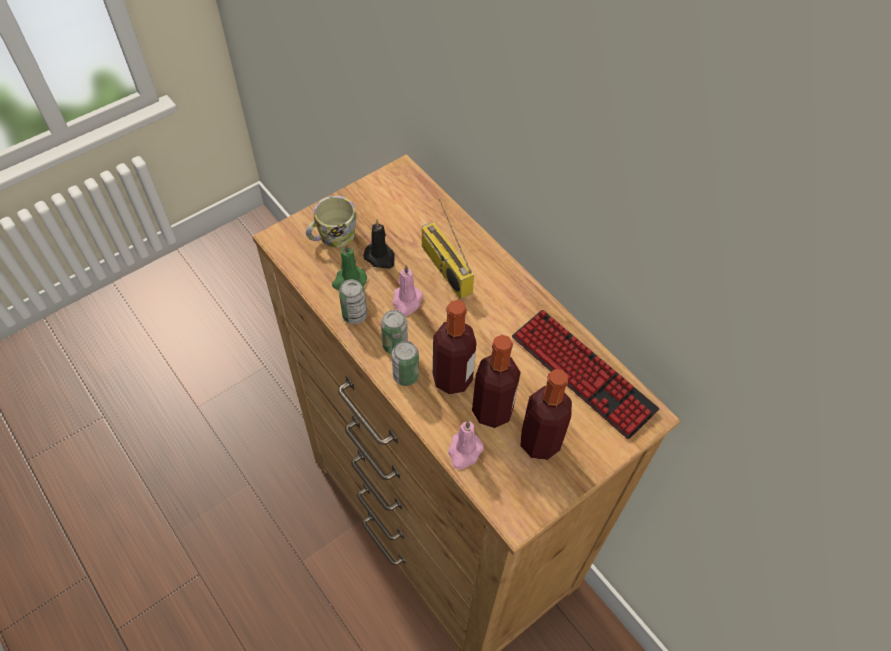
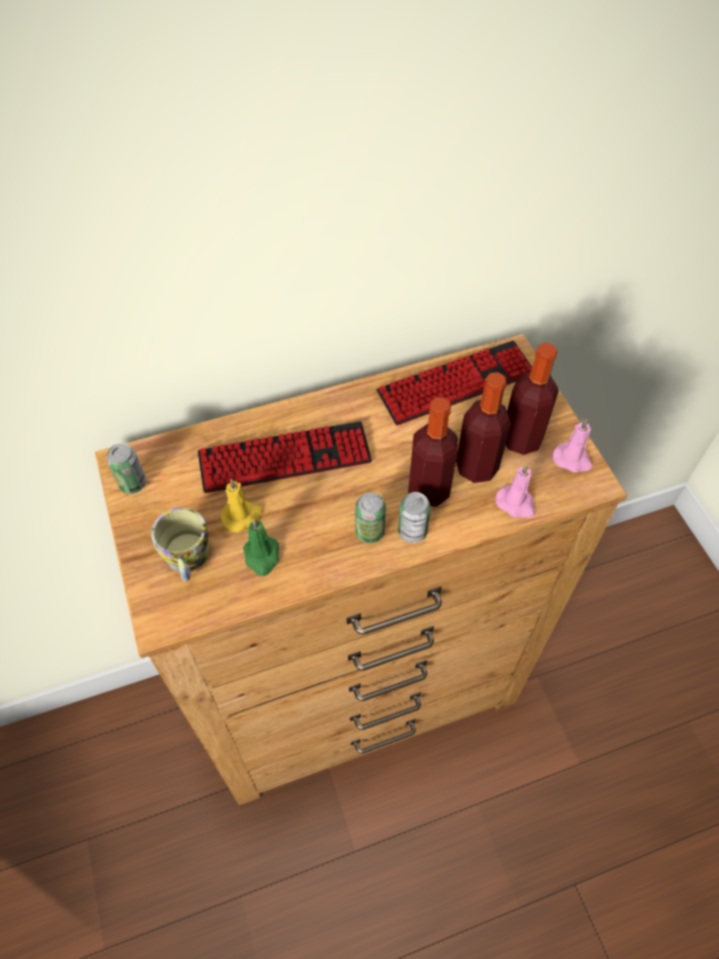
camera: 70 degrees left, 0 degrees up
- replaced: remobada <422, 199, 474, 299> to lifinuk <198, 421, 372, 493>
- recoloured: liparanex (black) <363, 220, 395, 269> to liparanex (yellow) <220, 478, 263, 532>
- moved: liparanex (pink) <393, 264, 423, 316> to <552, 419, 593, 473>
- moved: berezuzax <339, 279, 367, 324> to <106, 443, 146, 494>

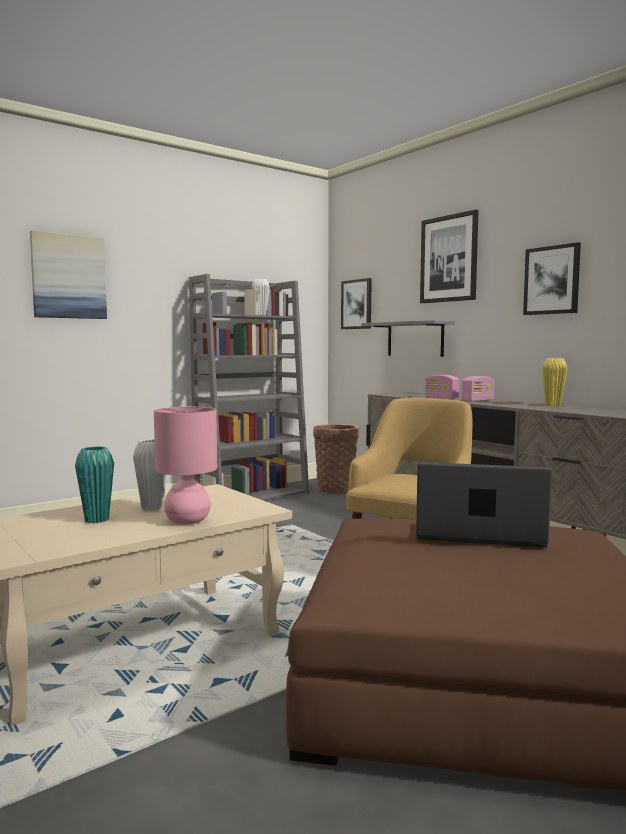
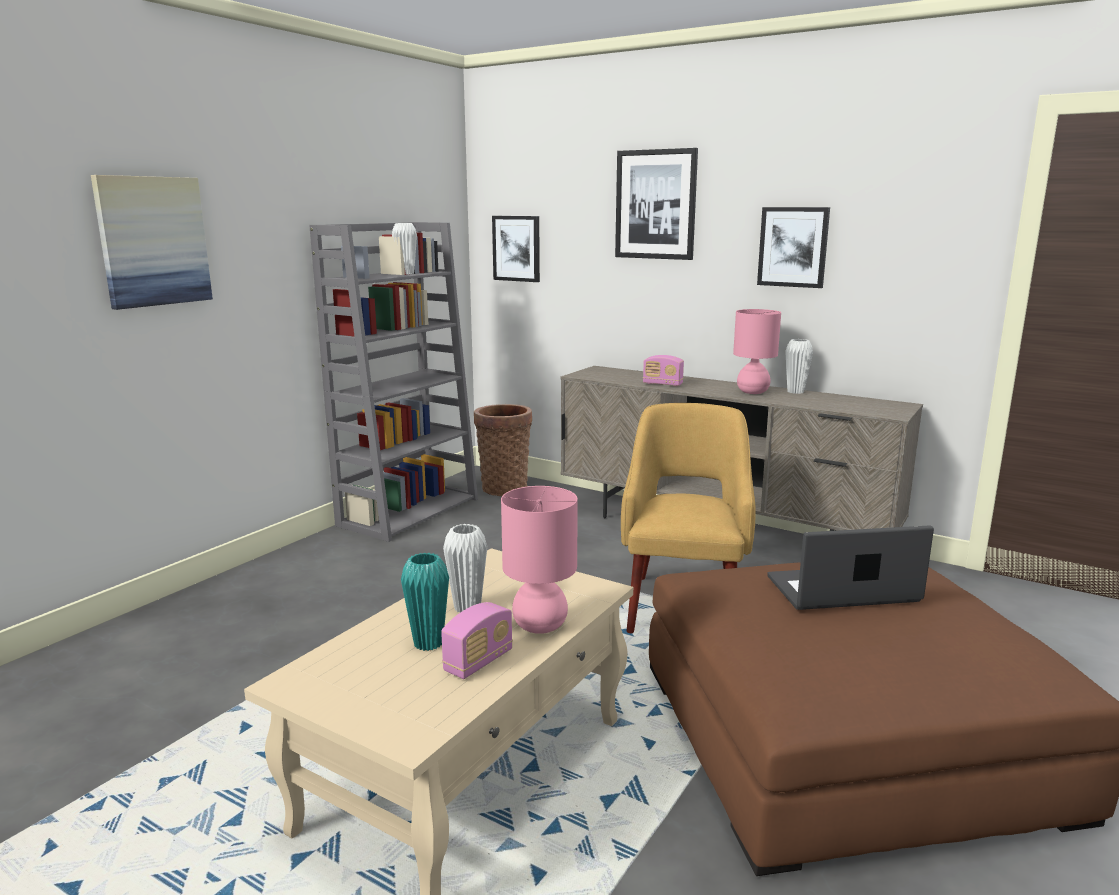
camera: 20 degrees left, 10 degrees up
- removed: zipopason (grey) <361, 320, 455, 357>
- recoloured: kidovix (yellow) <542, 358, 567, 406> to kidovix (white) <785, 339, 813, 394>
- moved: remobada <461, 376, 494, 402> to <441, 602, 513, 679>
- added: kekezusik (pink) <733, 309, 781, 394>

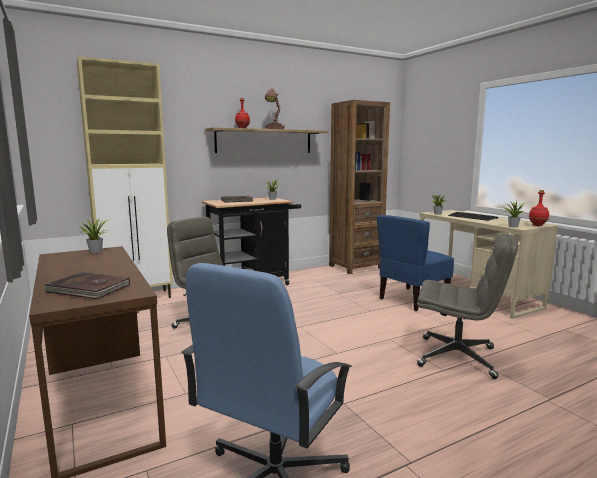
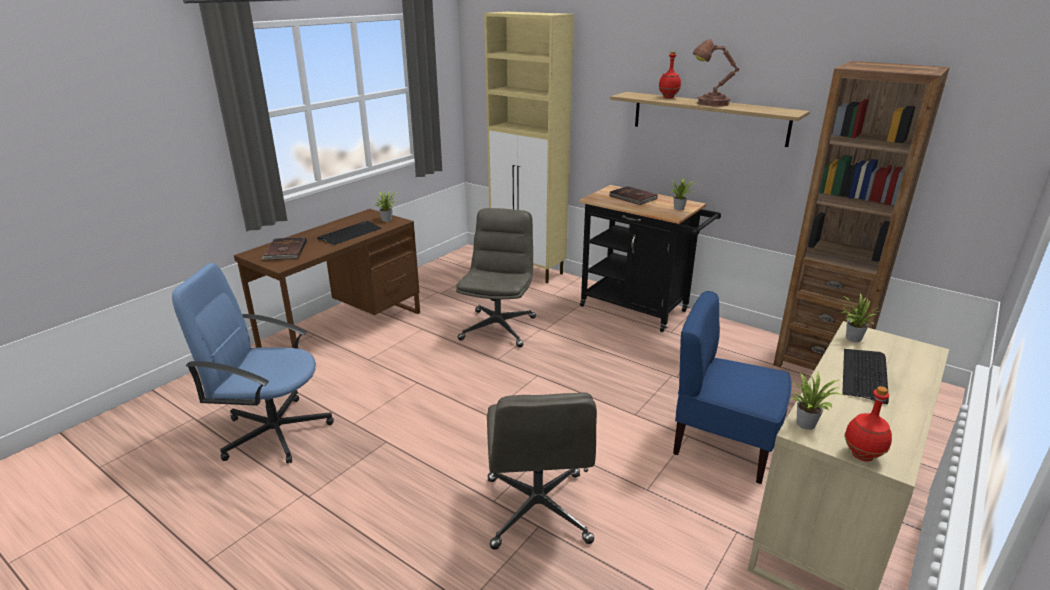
camera: 65 degrees right, 15 degrees up
- added: lifinuk <317, 221, 382, 245>

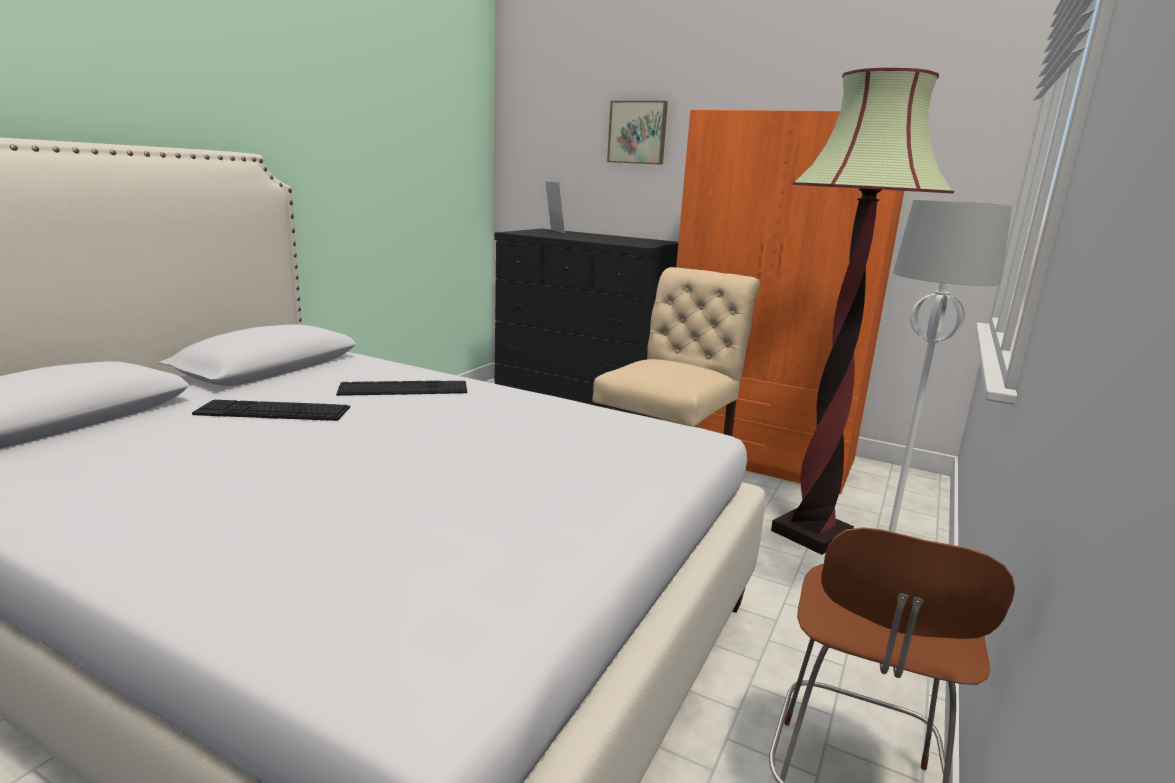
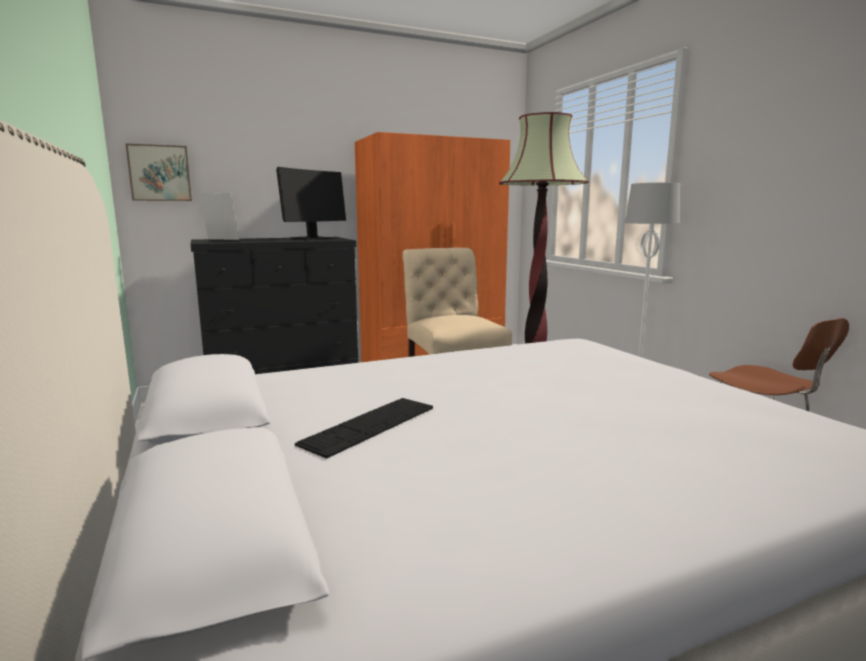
camera: 50 degrees left, 5 degrees down
- moved: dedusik <607, 101, 668, 165> to <126, 144, 192, 201>
- removed: lifinuk <336, 381, 467, 396>
- added: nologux <276, 167, 346, 241>

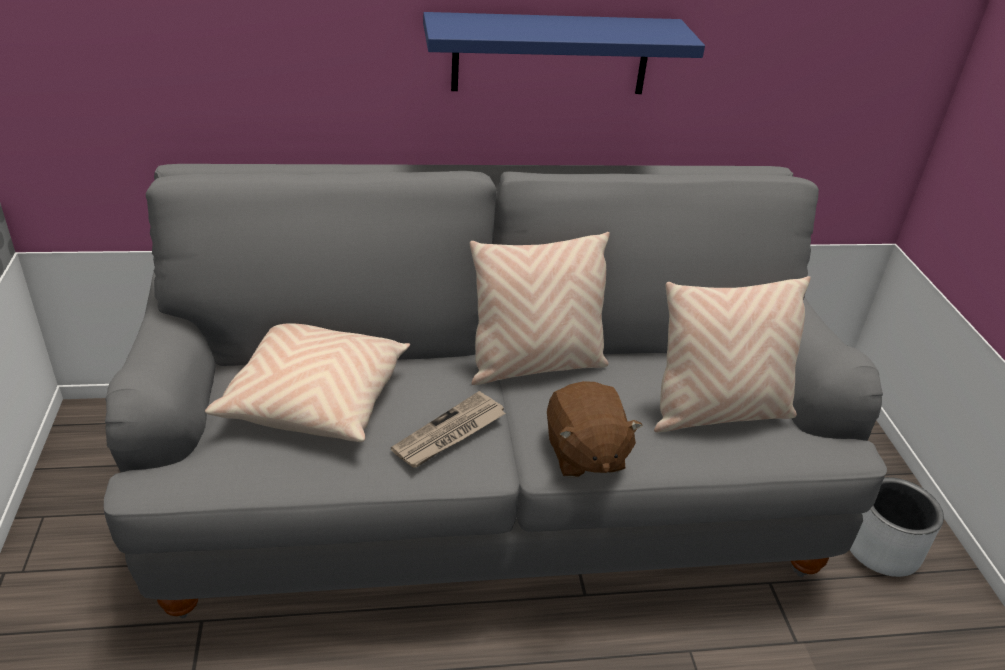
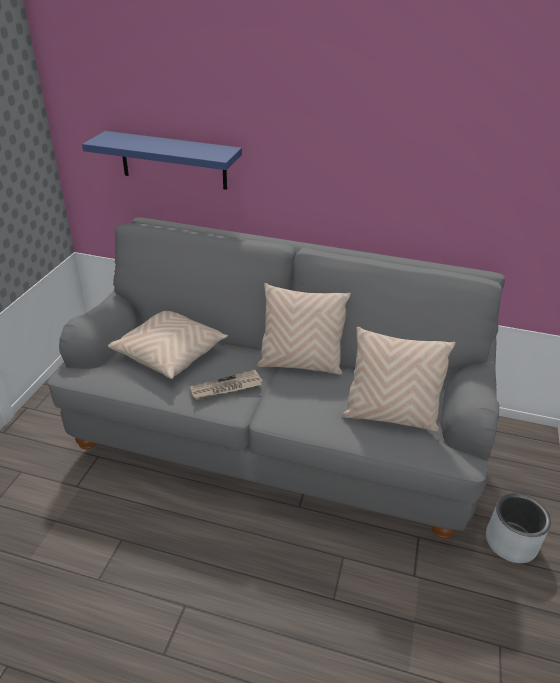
camera: 25 degrees right, 0 degrees up
- moved: zipopason (blue) <423, 12, 705, 94> to <82, 131, 242, 190>
- removed: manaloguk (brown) <547, 381, 643, 478>

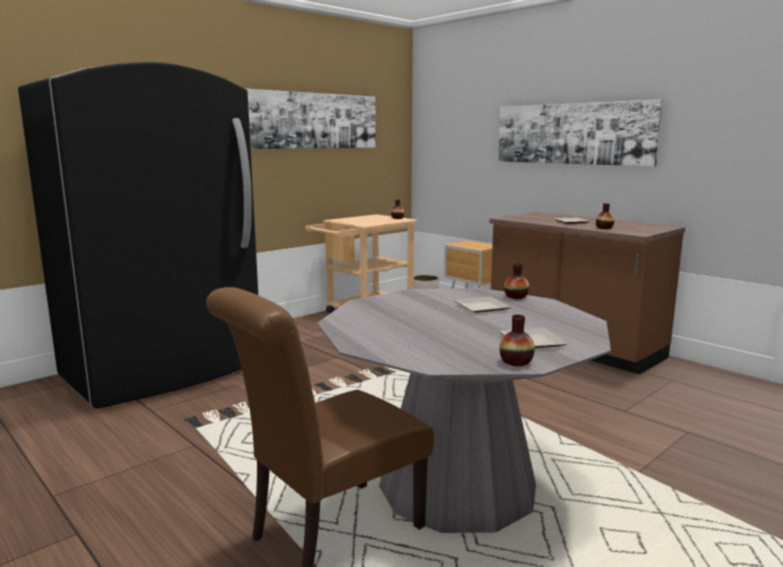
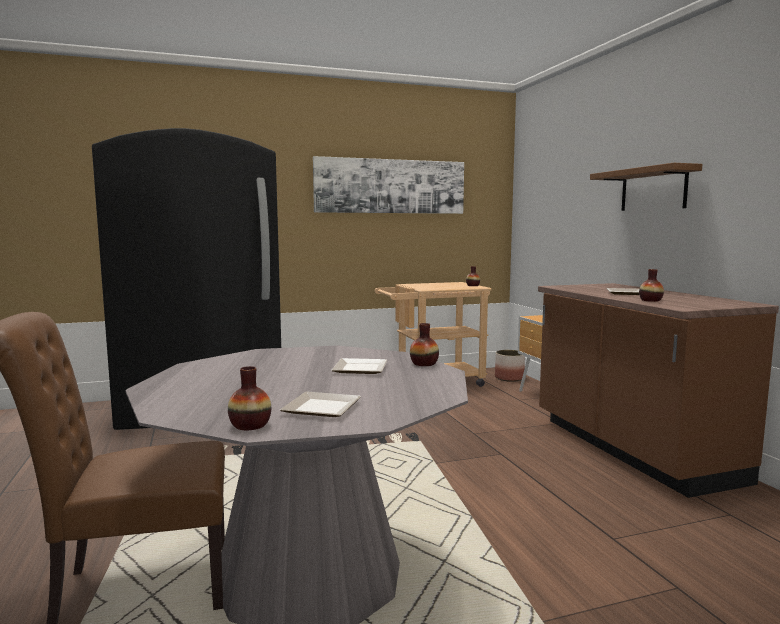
camera: 25 degrees right, 5 degrees down
- replaced: dedusik <498, 100, 663, 167> to zipopason (brown) <590, 163, 702, 211>

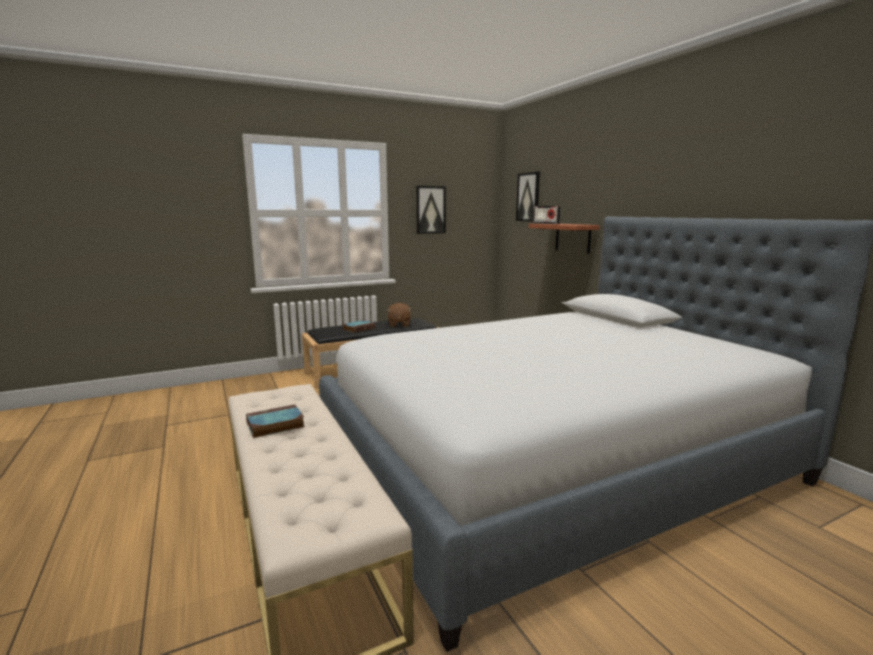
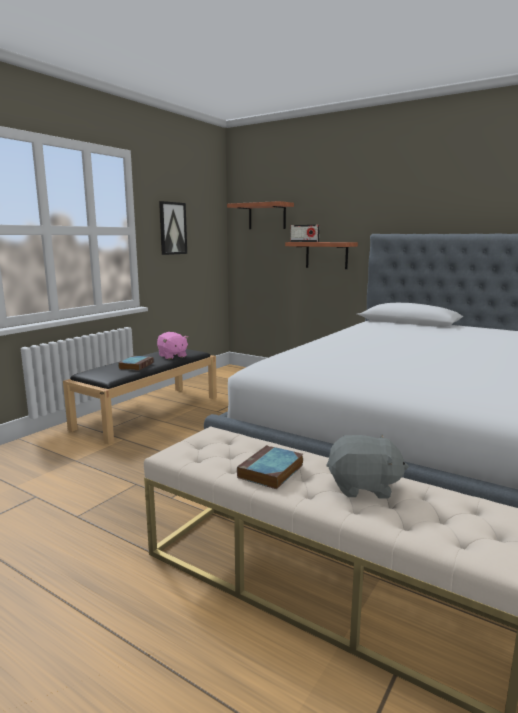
camera: 30 degrees left, 0 degrees up
- replaced: dedusik <516, 172, 540, 222> to zipopason <227, 201, 294, 229>
- recoloured: manaloguk (brown) <387, 303, 412, 327> to manaloguk (pink) <157, 332, 189, 359>
- added: manaloguk (grey) <326, 434, 409, 499>

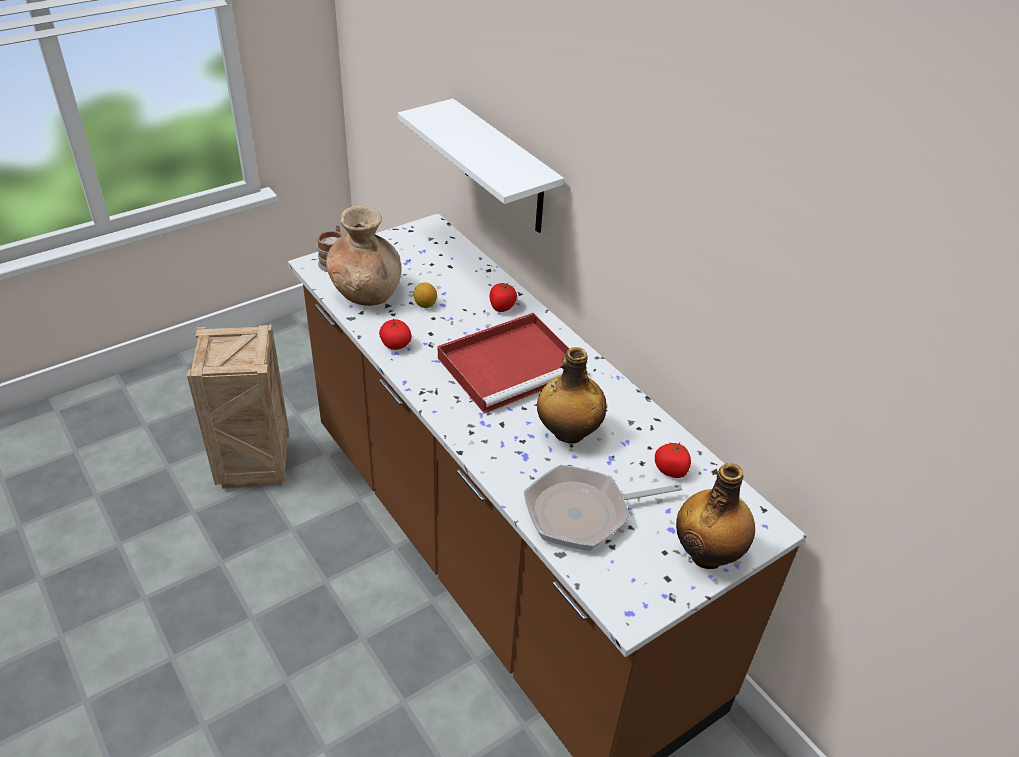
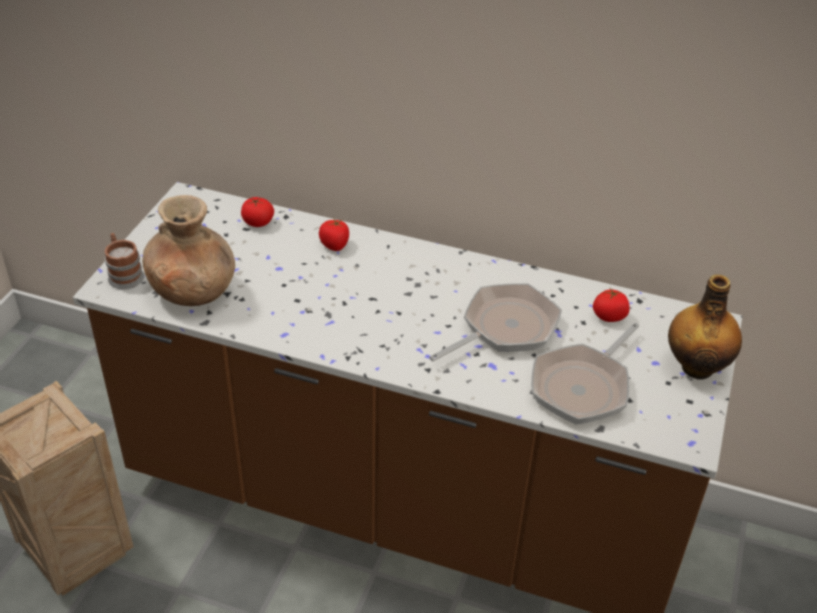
camera: 35 degrees left, 0 degrees up
- removed: zipopason (white) <398, 99, 564, 233>
- removed: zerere <414, 282, 437, 308>
- removed: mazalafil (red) <438, 313, 570, 414>
- moved: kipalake <379, 318, 412, 350> to <241, 197, 274, 227>
- replaced: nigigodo <537, 347, 607, 444> to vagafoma <429, 283, 562, 361>

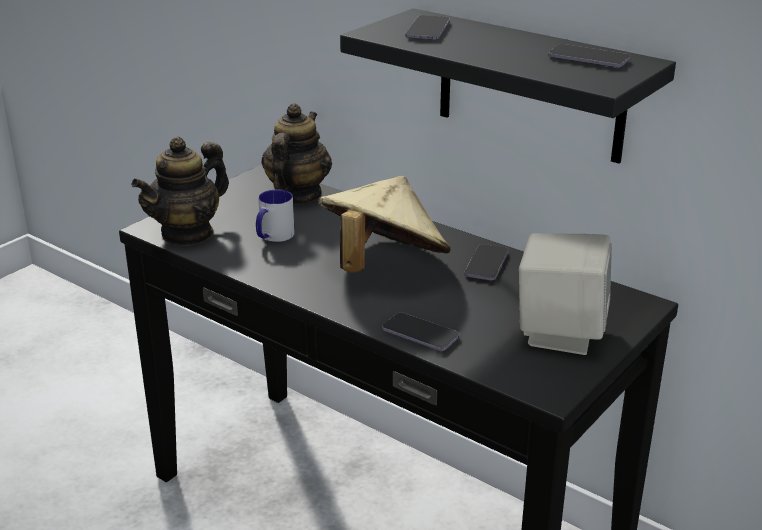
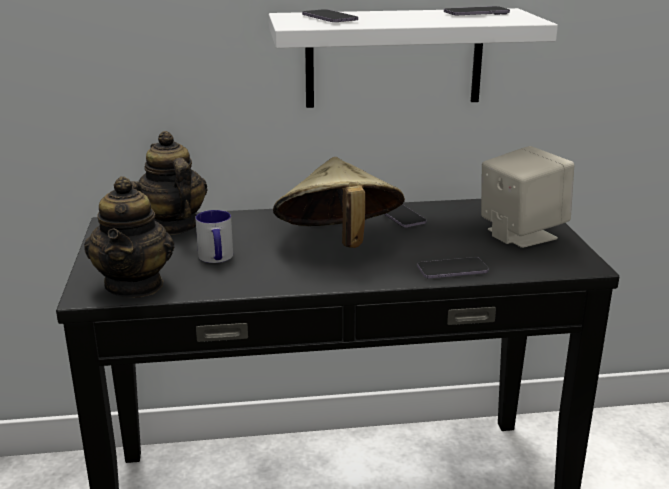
camera: 45 degrees left, 5 degrees down
- recoloured: zipopason (black) <340, 8, 676, 164> to zipopason (white) <269, 8, 558, 108>

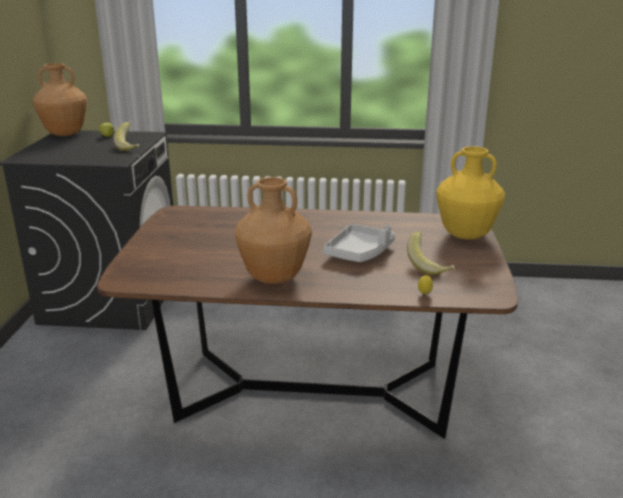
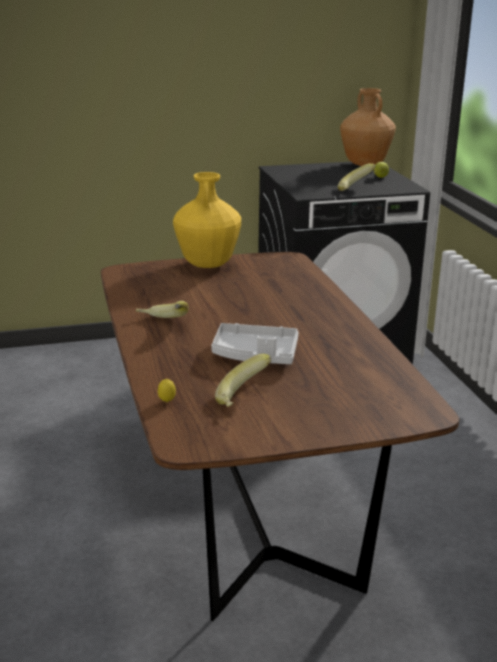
camera: 70 degrees right, 0 degrees up
- moved: kidovix (yellow) <436, 146, 505, 239> to <173, 172, 241, 268>
- replaced: kidovix (brown) <235, 177, 312, 284> to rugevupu <135, 301, 189, 318>

